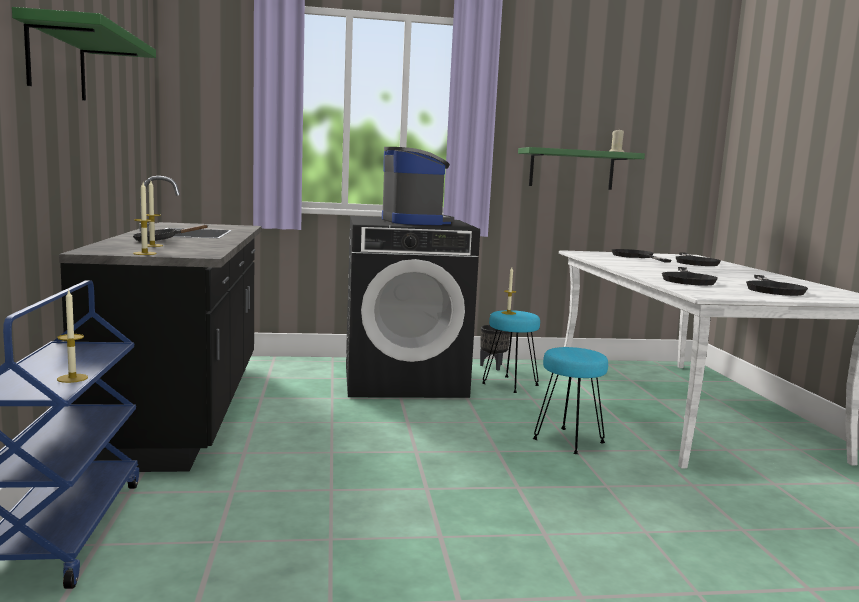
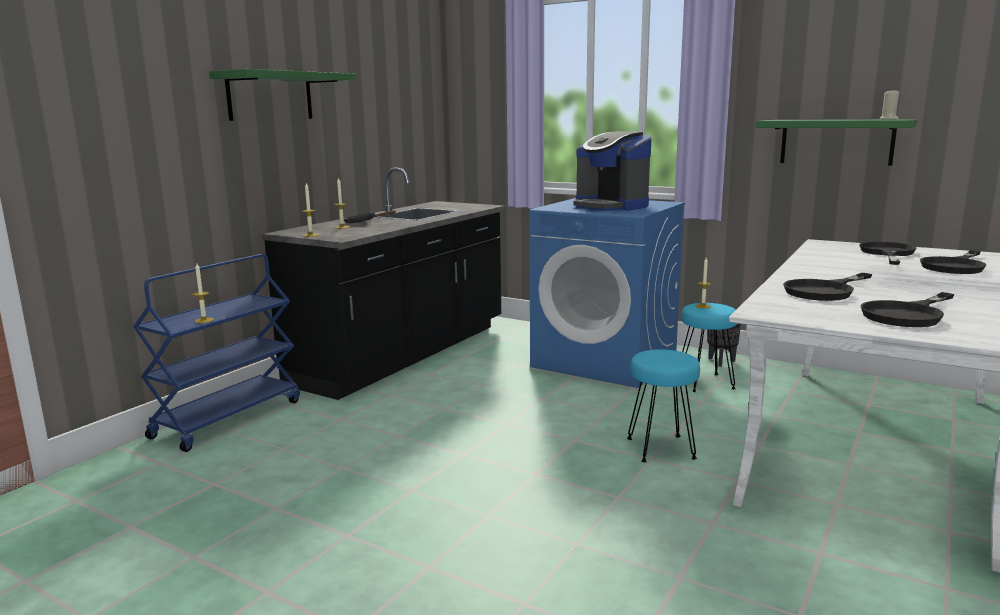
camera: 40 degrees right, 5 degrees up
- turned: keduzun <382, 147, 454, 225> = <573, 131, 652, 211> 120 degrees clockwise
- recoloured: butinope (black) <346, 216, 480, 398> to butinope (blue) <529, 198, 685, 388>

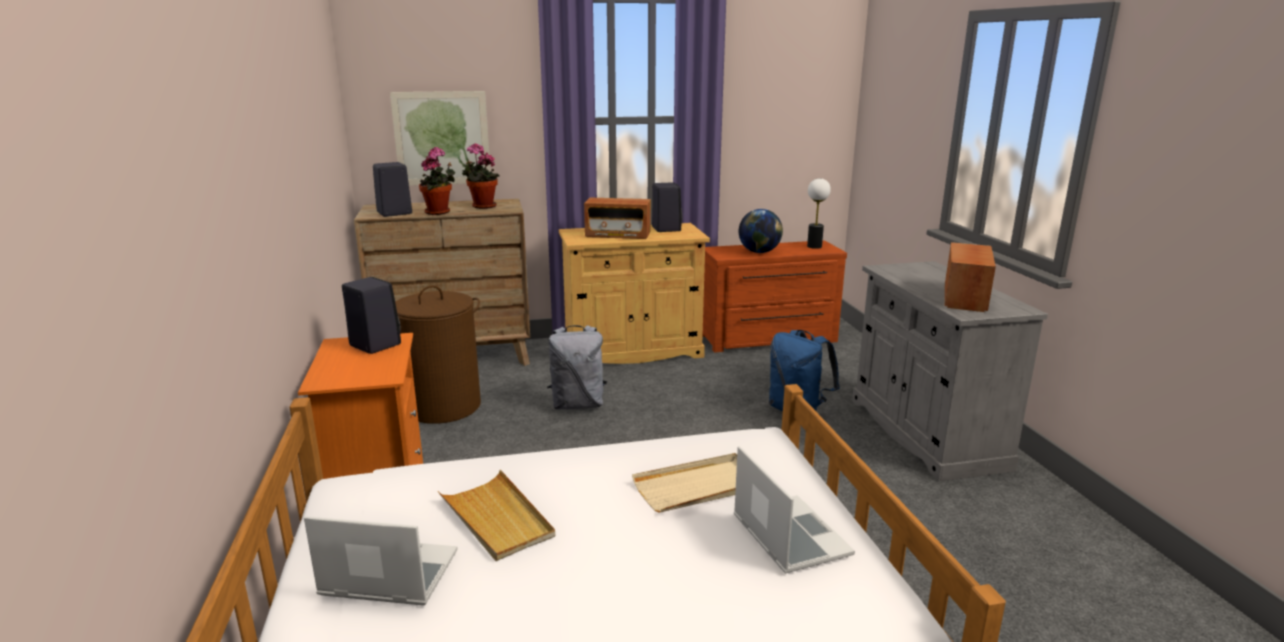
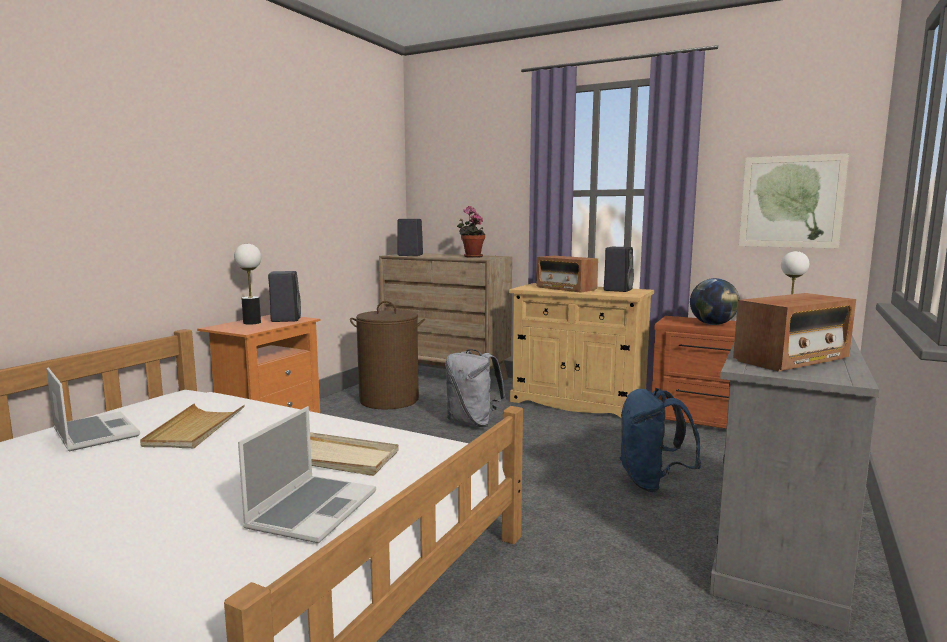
camera: 40 degrees right, 10 degrees down
- moved: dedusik <390, 91, 491, 186> to <739, 154, 849, 248>
- removed: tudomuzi <419, 147, 455, 215>
- added: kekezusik <234, 244, 261, 325>

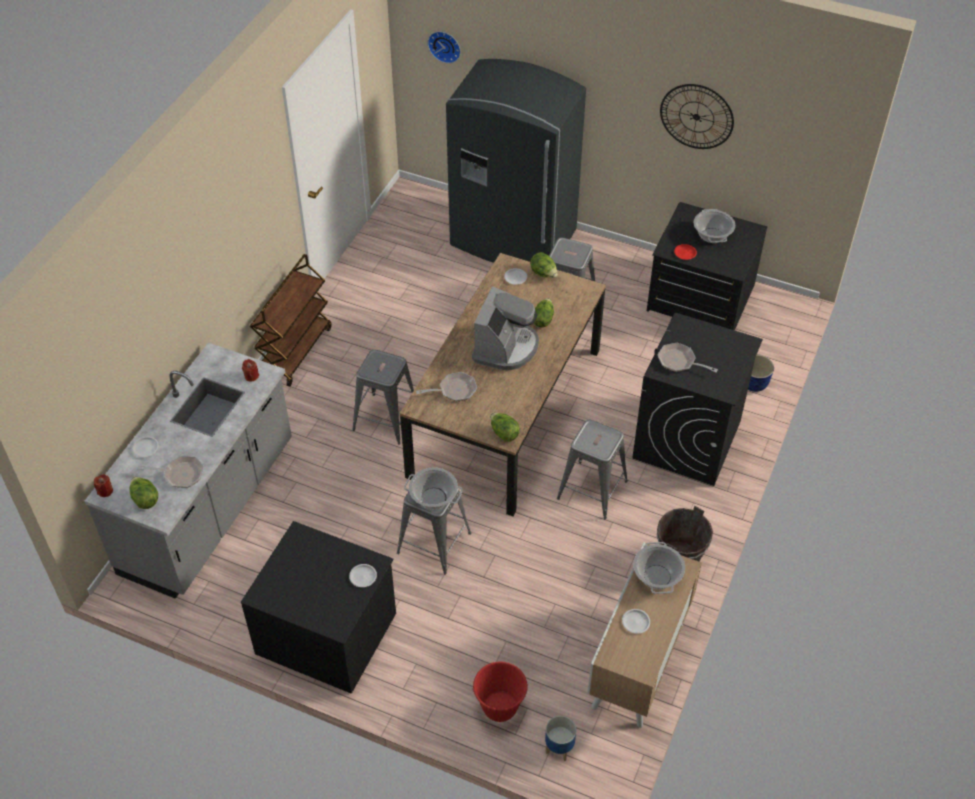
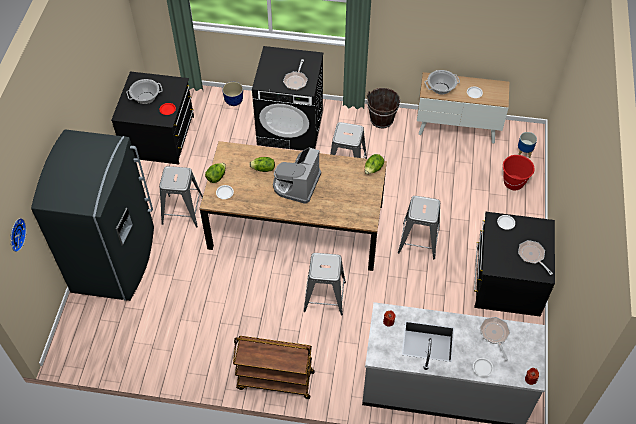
camera: 105 degrees left, 5 degrees up
- removed: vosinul <660, 84, 734, 149>
- turned: keduzun <472, 286, 539, 370> = <273, 147, 321, 204> 75 degrees counterclockwise
- moved: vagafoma <416, 372, 477, 402> to <518, 240, 553, 275>
- removed: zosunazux <404, 468, 463, 509>
- removed: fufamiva <130, 477, 158, 509>

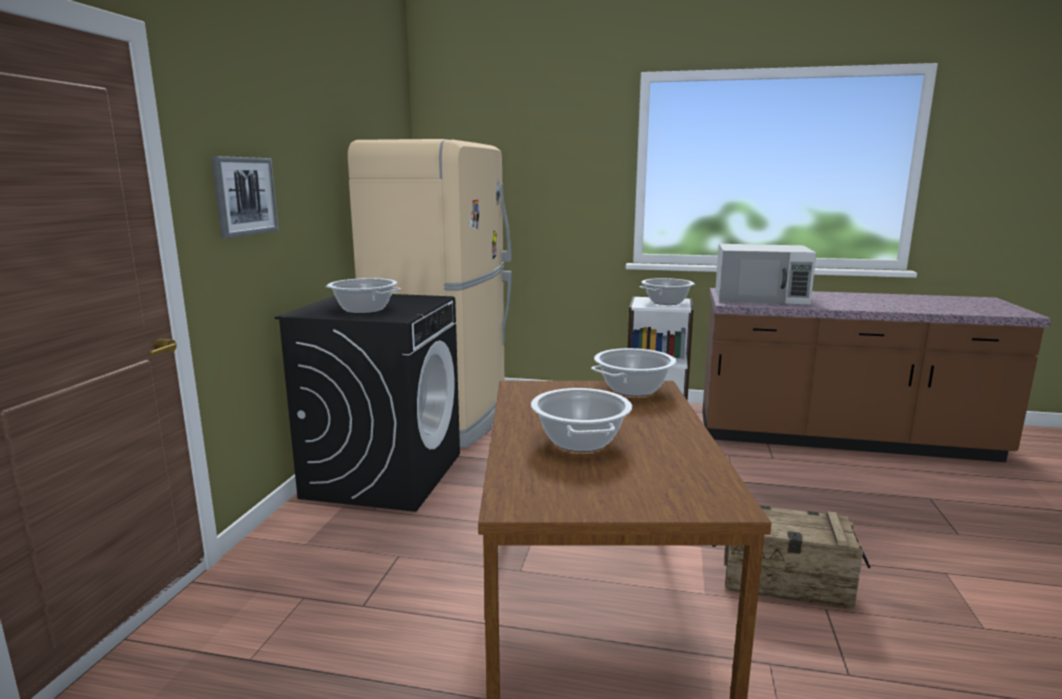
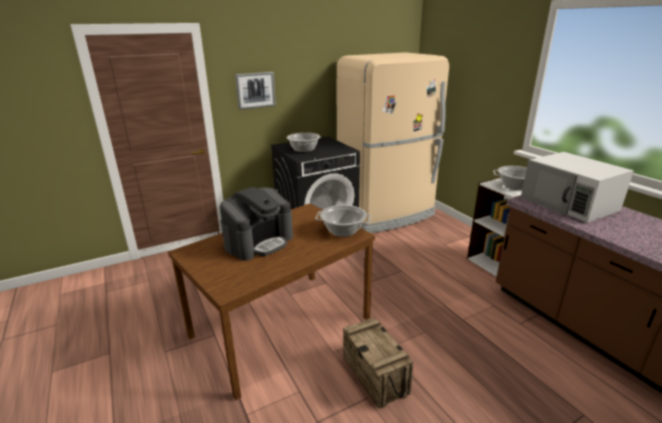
camera: 50 degrees right, 10 degrees up
- replaced: zosunazux <531, 388, 632, 452> to keduzun <220, 187, 293, 261>

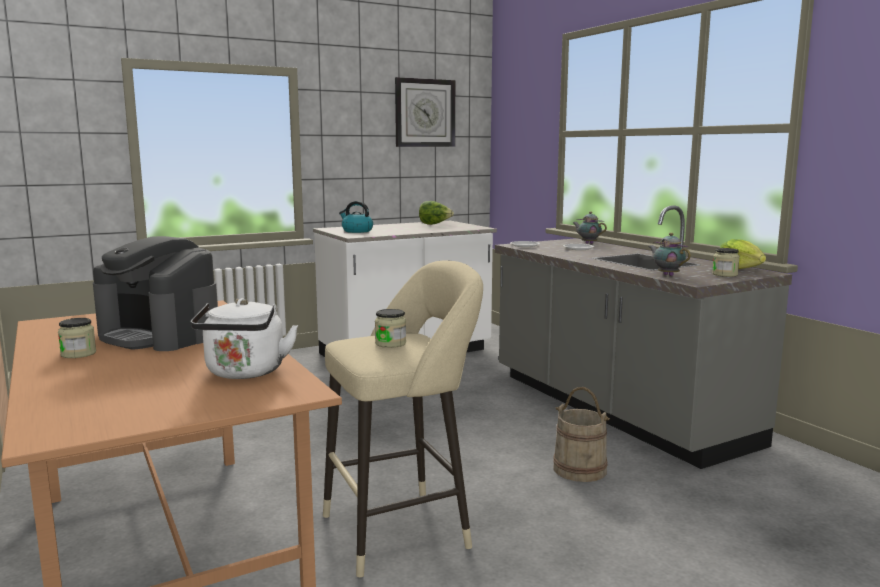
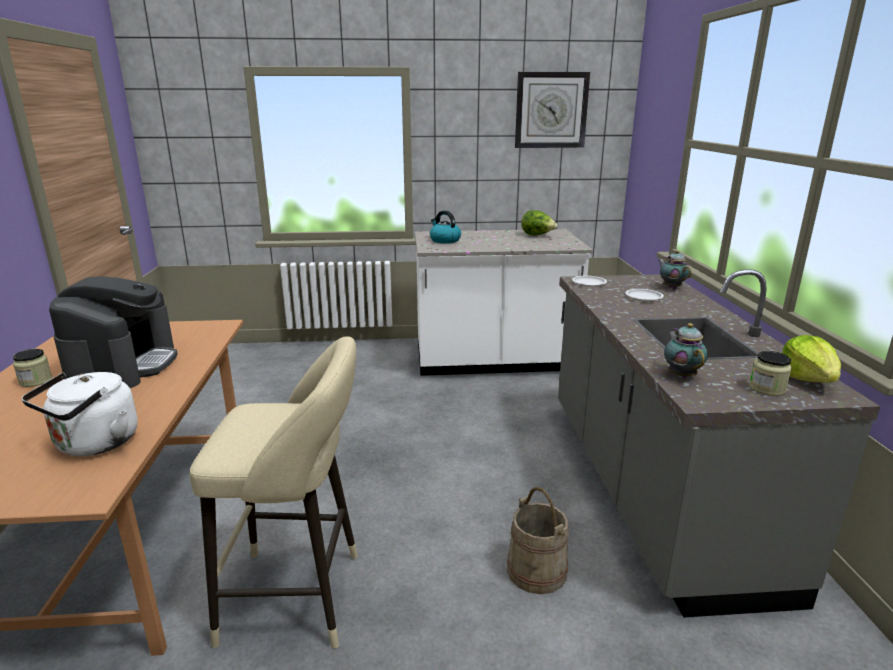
camera: 25 degrees right, 10 degrees up
- turned: keduzun <93, 236, 218, 351> = <49, 276, 178, 388> 150 degrees counterclockwise
- removed: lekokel <375, 309, 406, 348>

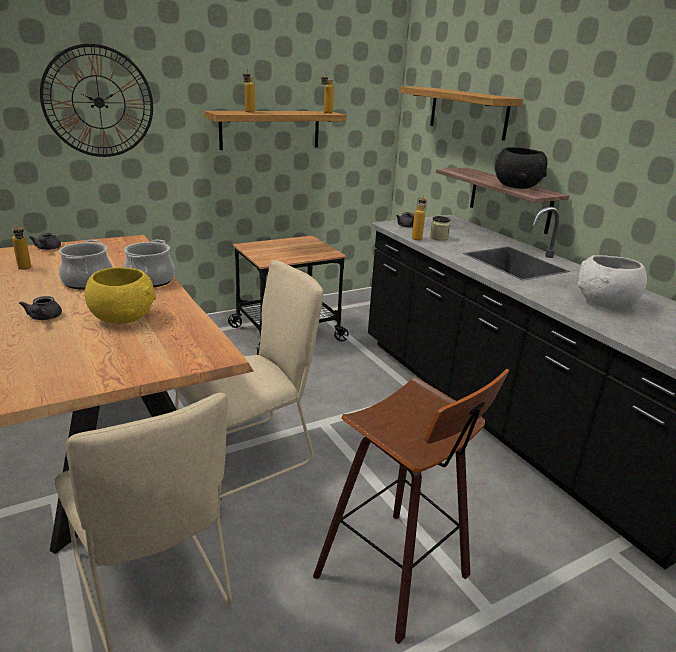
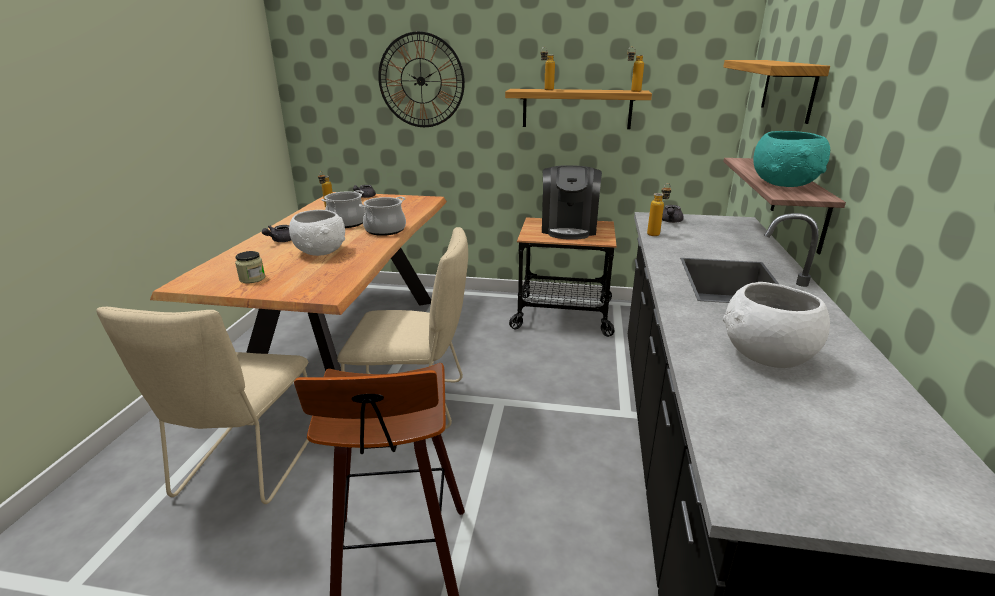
camera: 40 degrees right, 0 degrees up
- recoloured: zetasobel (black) <495, 147, 547, 189> to zetasobel (turquoise) <753, 131, 830, 187>
- moved: lekokel <430, 216, 451, 241> to <235, 251, 265, 283>
- recoloured: zetasobel (yellow) <85, 267, 156, 324> to zetasobel (white) <289, 210, 345, 256>
- added: keduzun <542, 165, 602, 240>

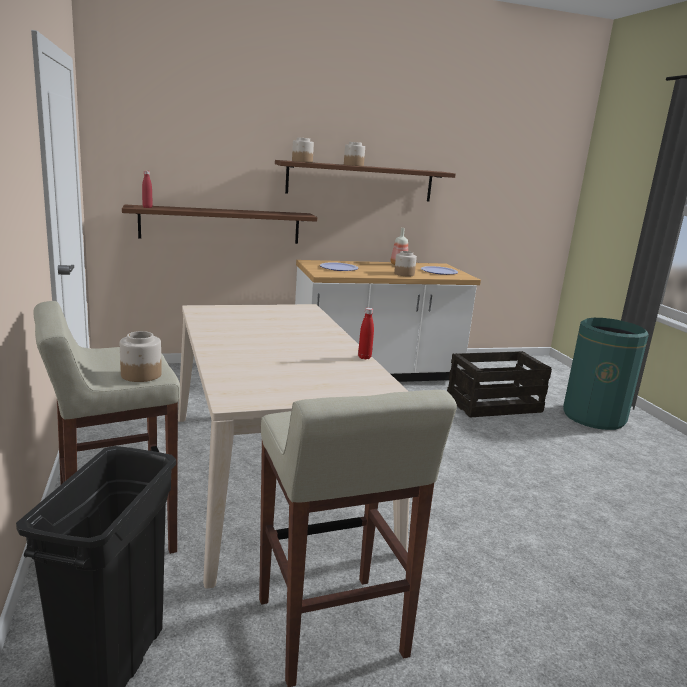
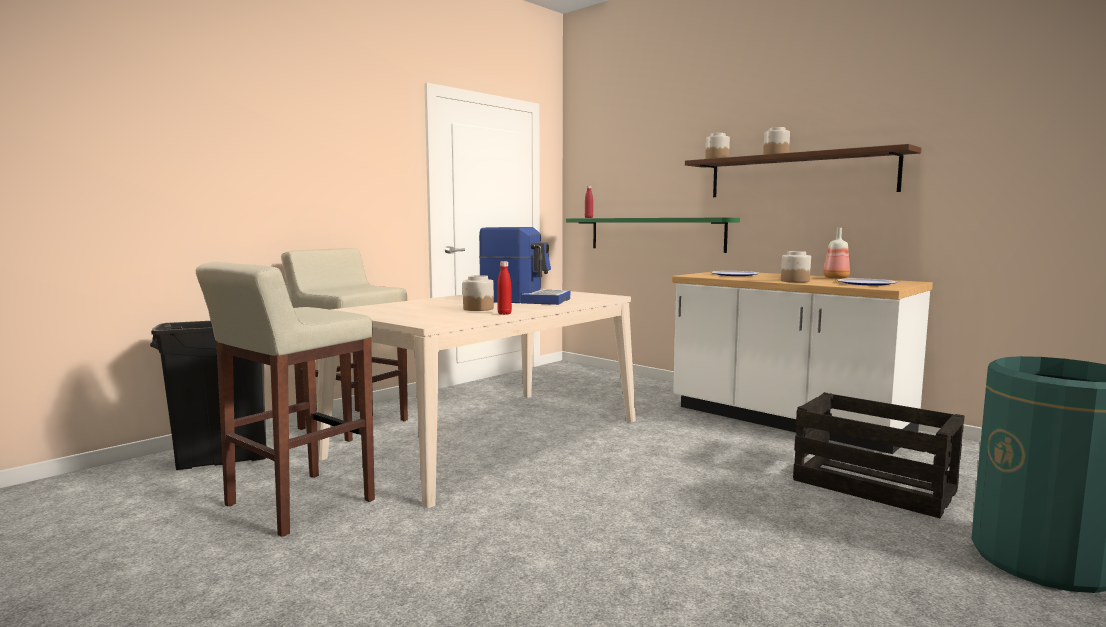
camera: 60 degrees right, 10 degrees down
- recoloured: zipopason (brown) <122, 205, 317, 244> to zipopason (green) <566, 218, 740, 253>
- moved: lekokel <120, 331, 162, 382> to <463, 275, 494, 311>
- added: keduzun <479, 227, 570, 305>

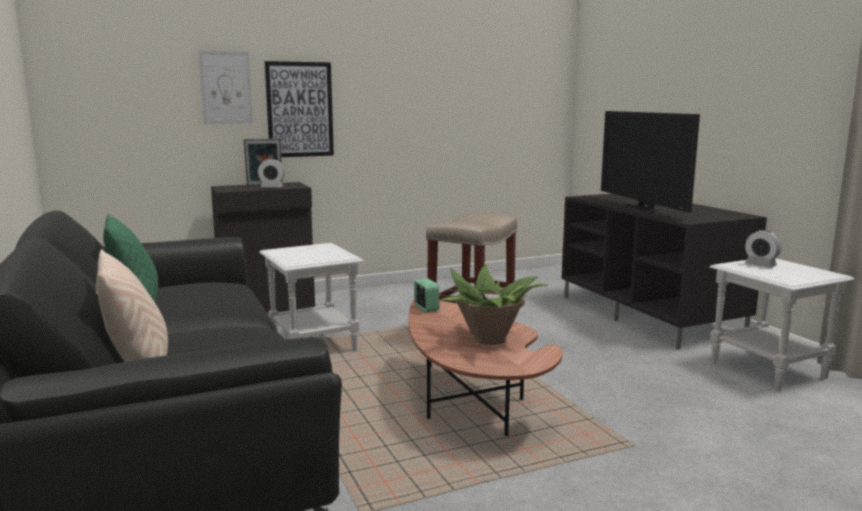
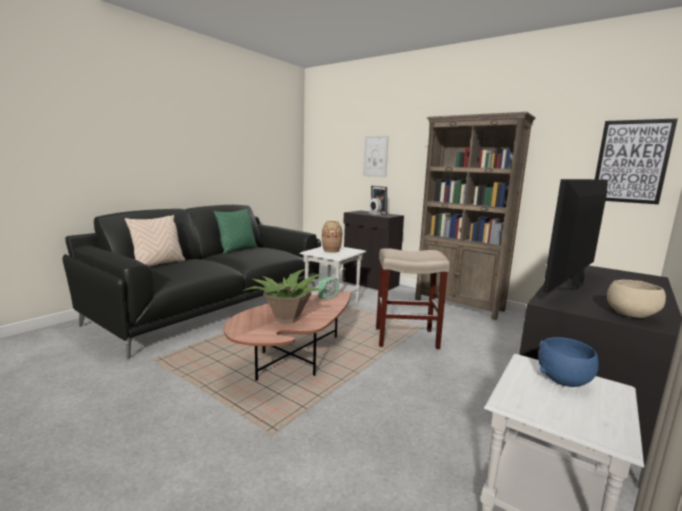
camera: 60 degrees right, 0 degrees up
- moved: dedusik <264, 61, 334, 157> to <595, 118, 678, 204>
- replaced: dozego <745, 230, 781, 268> to zetasobel (blue) <538, 337, 599, 387>
- added: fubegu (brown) <415, 112, 535, 320>
- added: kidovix <322, 220, 342, 253>
- added: zetasobel (beige) <607, 280, 666, 318>

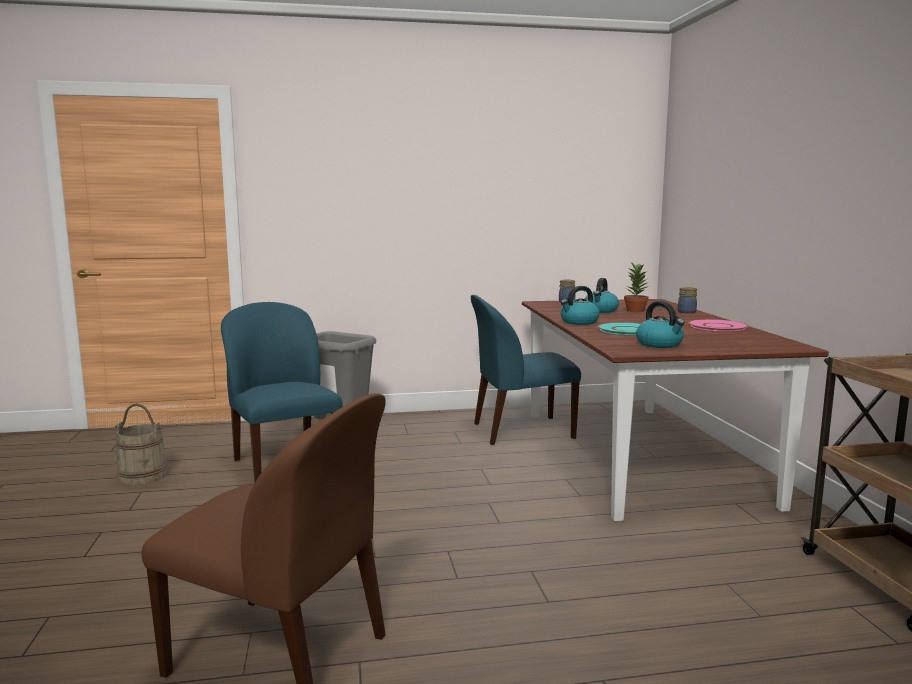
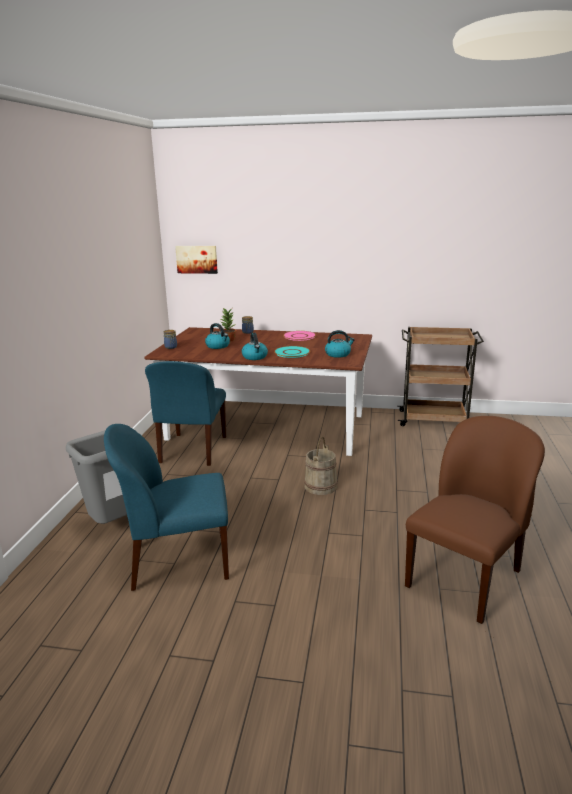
camera: 70 degrees left, 10 degrees up
- moved: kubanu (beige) <115, 403, 168, 485> to <304, 437, 338, 495>
- added: dedusik <175, 246, 218, 274>

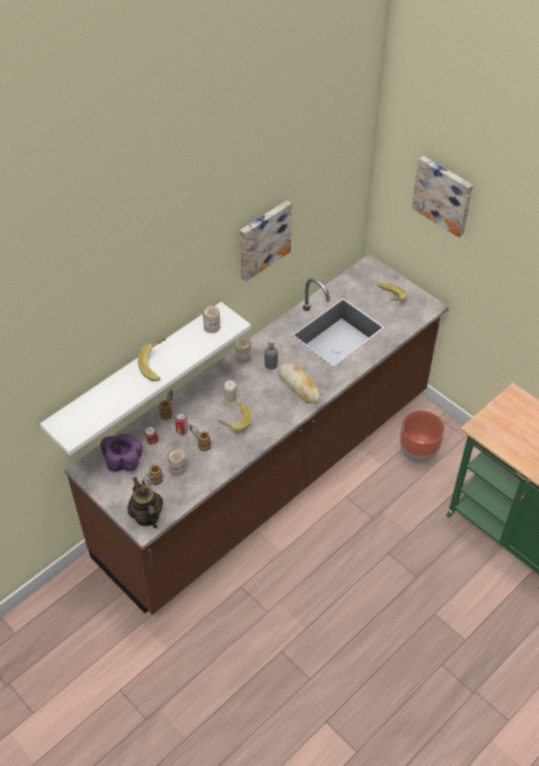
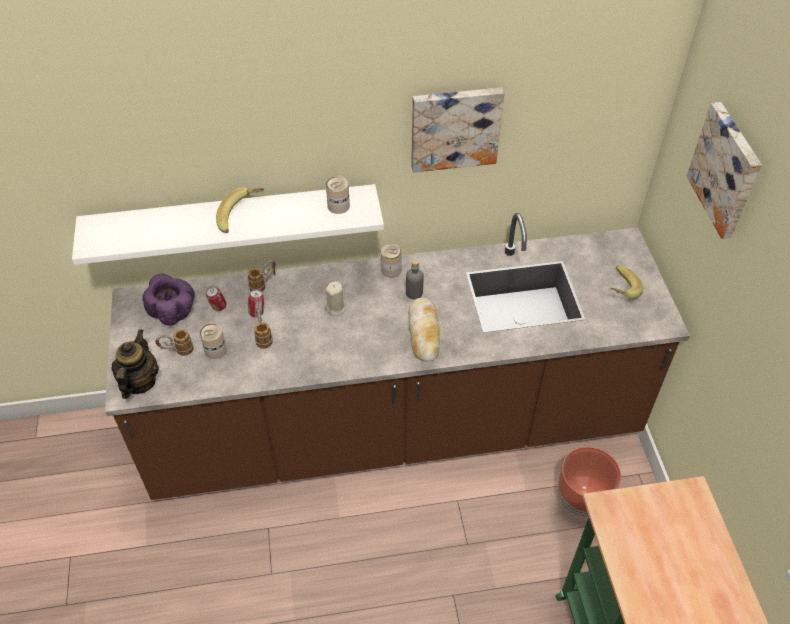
camera: 35 degrees right, 0 degrees up
- removed: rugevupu <217, 403, 252, 432>

